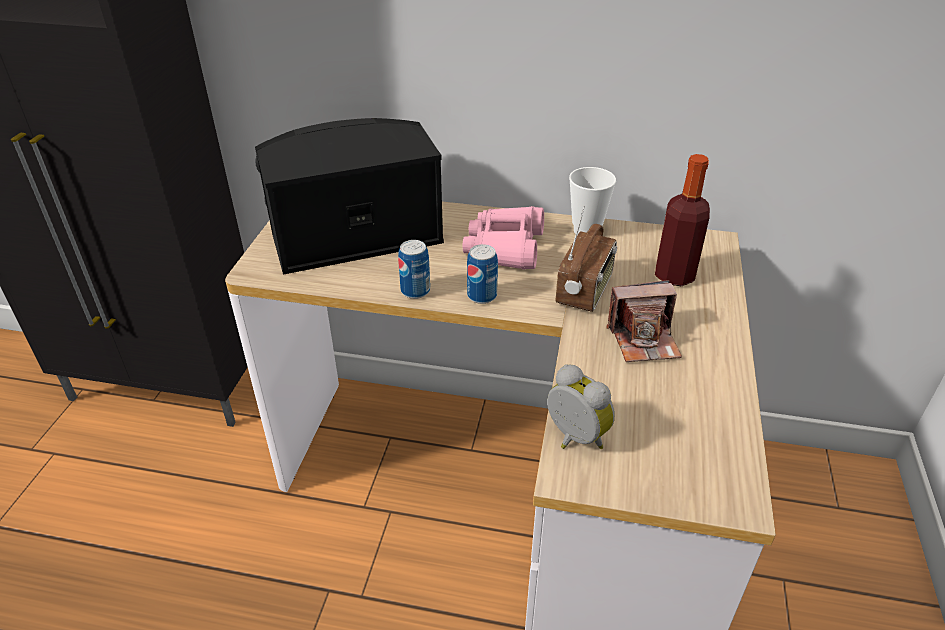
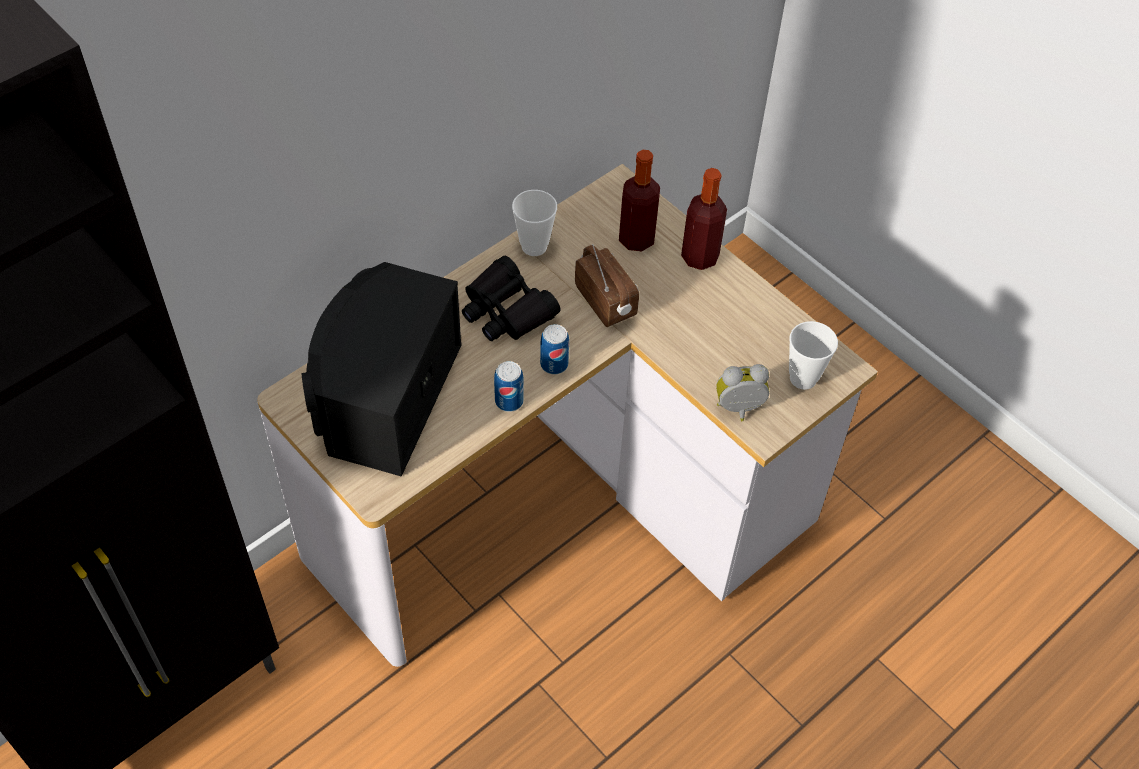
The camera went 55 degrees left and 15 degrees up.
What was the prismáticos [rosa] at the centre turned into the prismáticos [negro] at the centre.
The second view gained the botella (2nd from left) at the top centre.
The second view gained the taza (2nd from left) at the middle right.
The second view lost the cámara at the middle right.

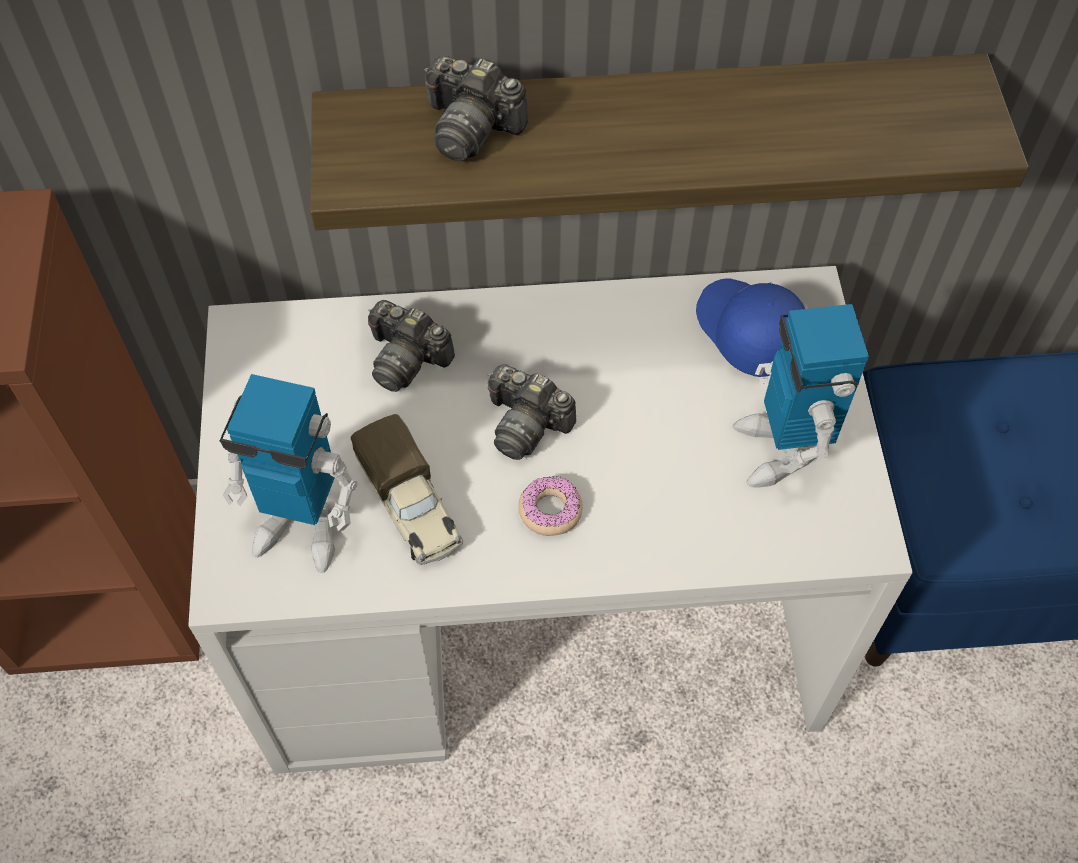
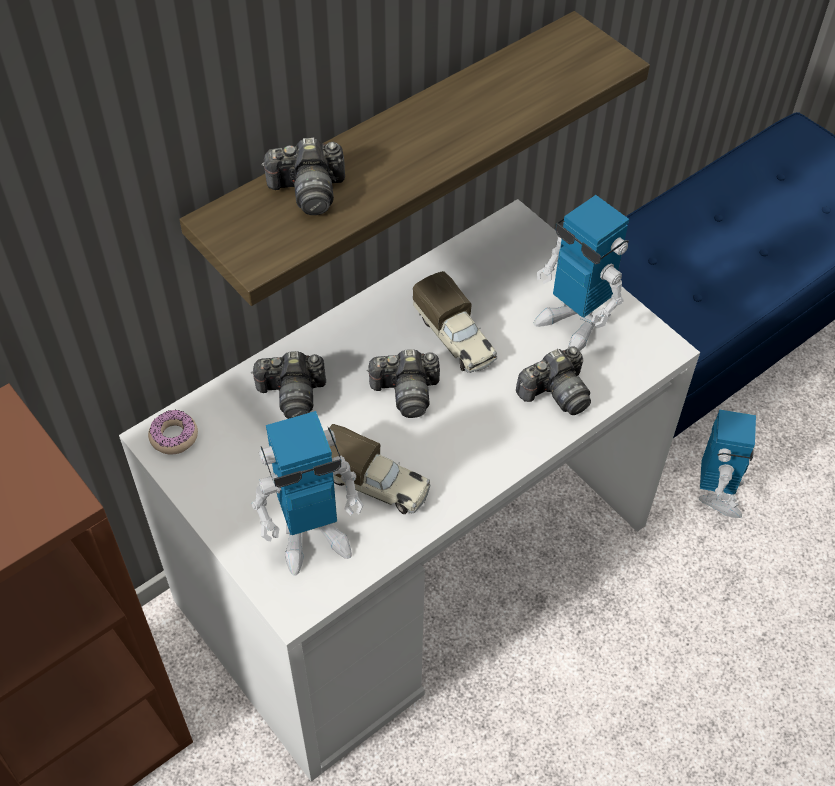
The camera went 35 degrees left and 5 degrees down.
The rosquilla ended up elsewhere, having gone from the centre to the middle left.
The second view gained the camión de juguete (2nd from left) at the centre.
The second view gained the cámara (4th from left) at the centre.
The second view gained the robot de juguete (3rd from left) at the middle right.
The second view lost the gorra [azul] at the middle right.

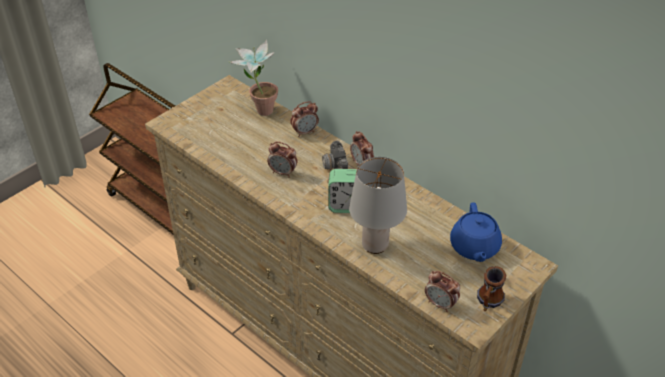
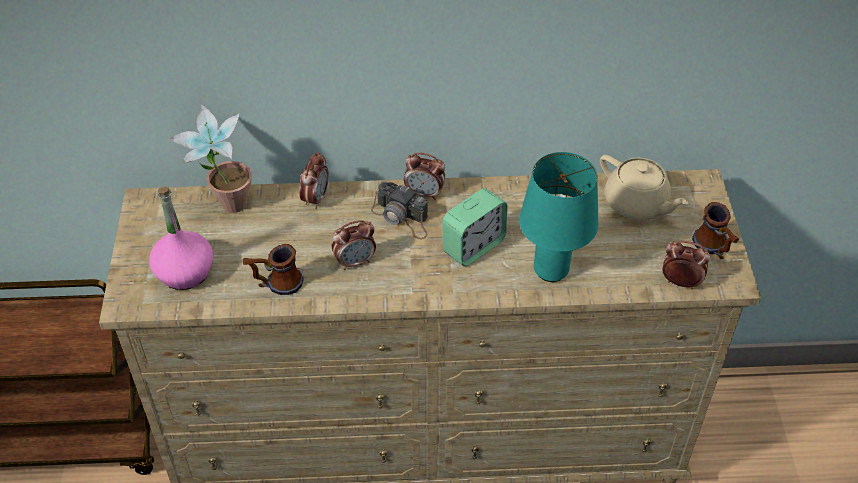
The camera went 45 degrees left and 5 degrees up.
The second view gained the botella [rosa] at the middle left.
The second view gained the taza grande (1st from left) at the middle left.
What was the lámpara de mesa [gris] at the centre turned into the lámpara de mesa [turquesa] at the centre.
What was the tetera [azul] at the middle right turned into the tetera [beis] at the middle right.
The despertador (5th from left) at the bottom centre ended up facing another way, 150 degrees counterclockwise from before.

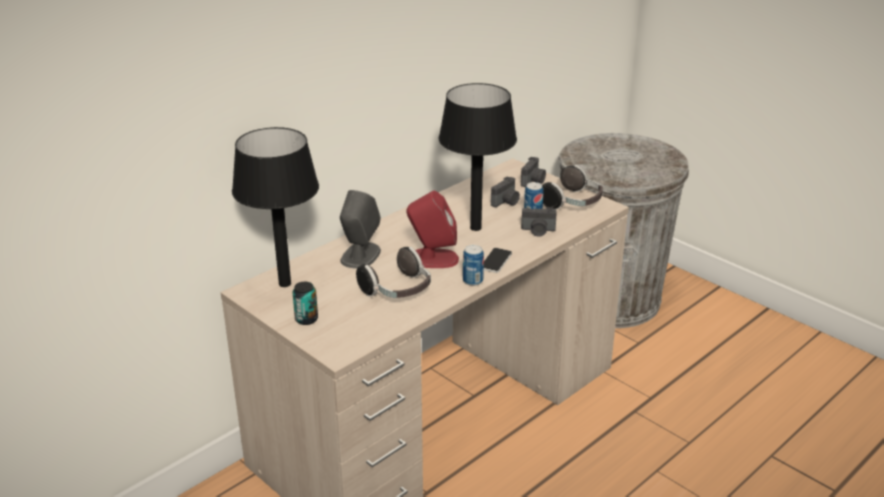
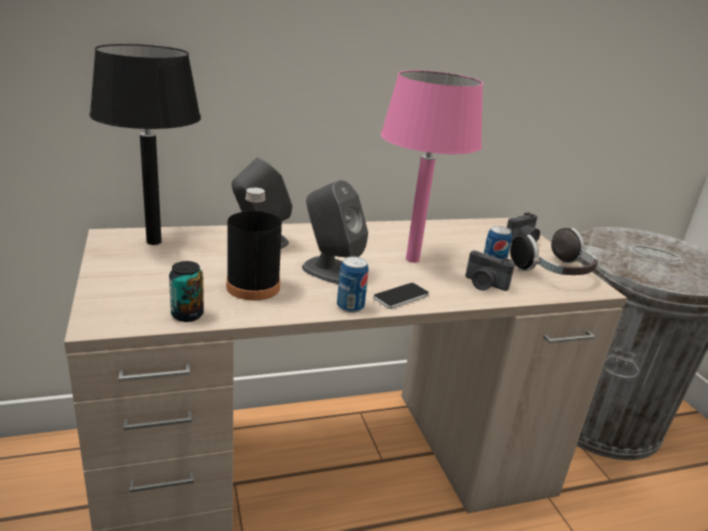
The camera went 25 degrees right and 5 degrees down.
The lata (1st from left) ended up elsewhere, having gone from the centre to the middle left.
Where the auriculares (1st from left) stood at the centre, the botella [negro] came to stand at the centre.
What was the altavoz [rojo] at the centre turned into the altavoz [gris] (2nd from left) at the centre.
What was the lámpara de mesa [negro] (2nd from left) at the top centre turned into the lámpara de mesa [rosa] at the top centre.
The second view lost the cámara (1st from left) at the centre.

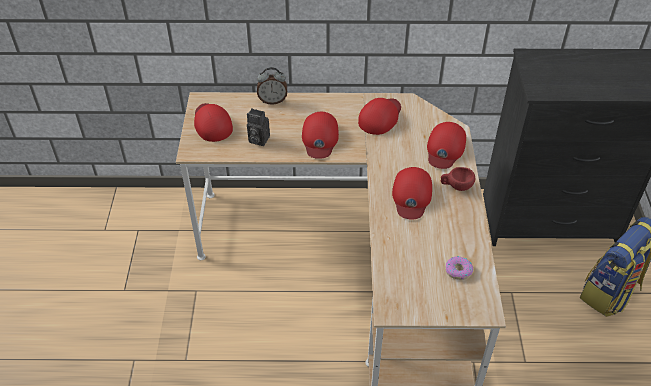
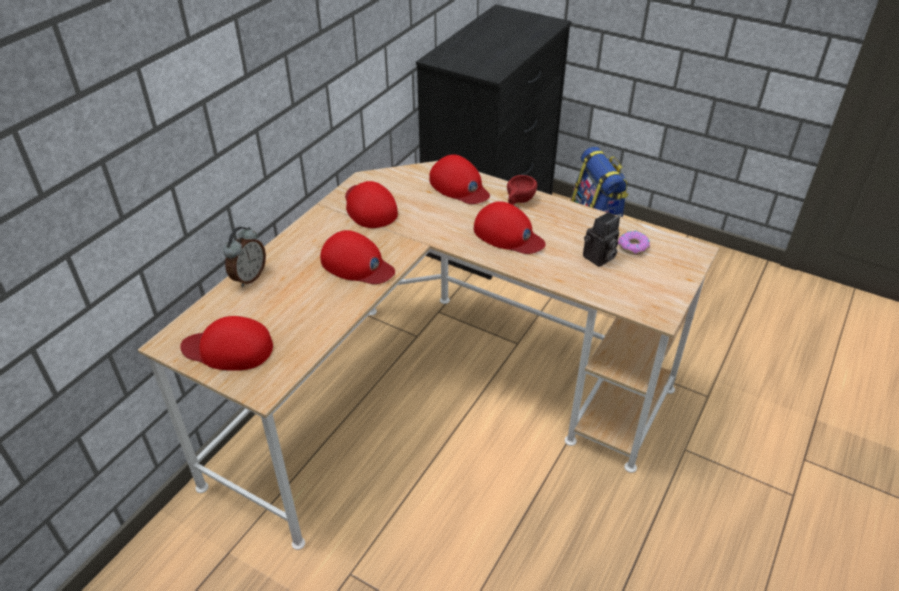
The camera went 60 degrees left and 5 degrees down.
The cámara ended up elsewhere, having gone from the top centre to the middle right.

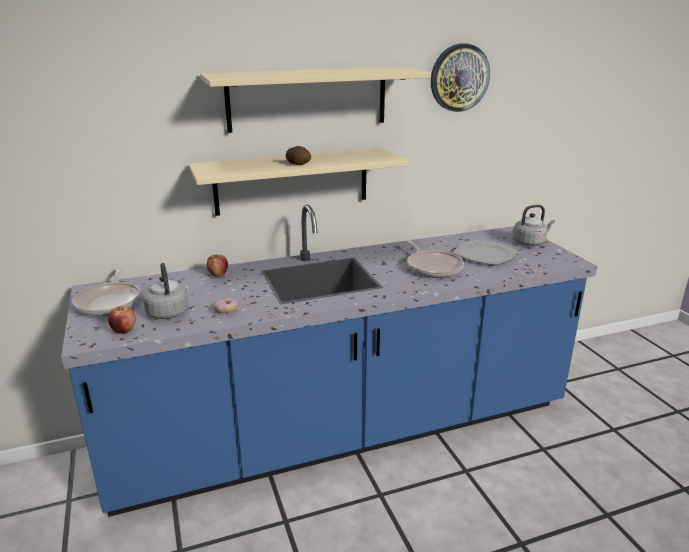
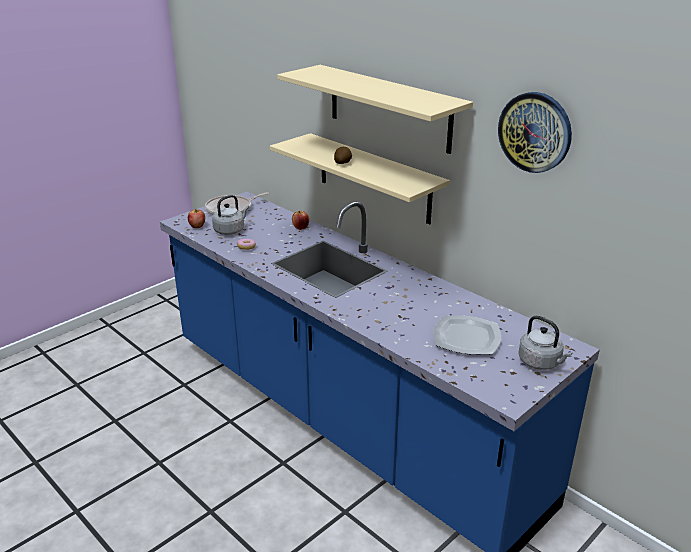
The camera went 65 degrees right and 5 degrees up.
The second view lost the sartén (2nd from left) at the centre.

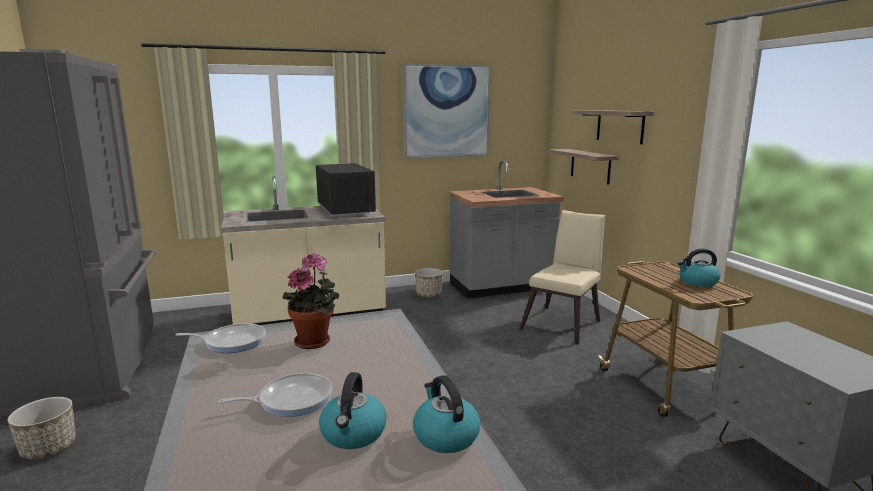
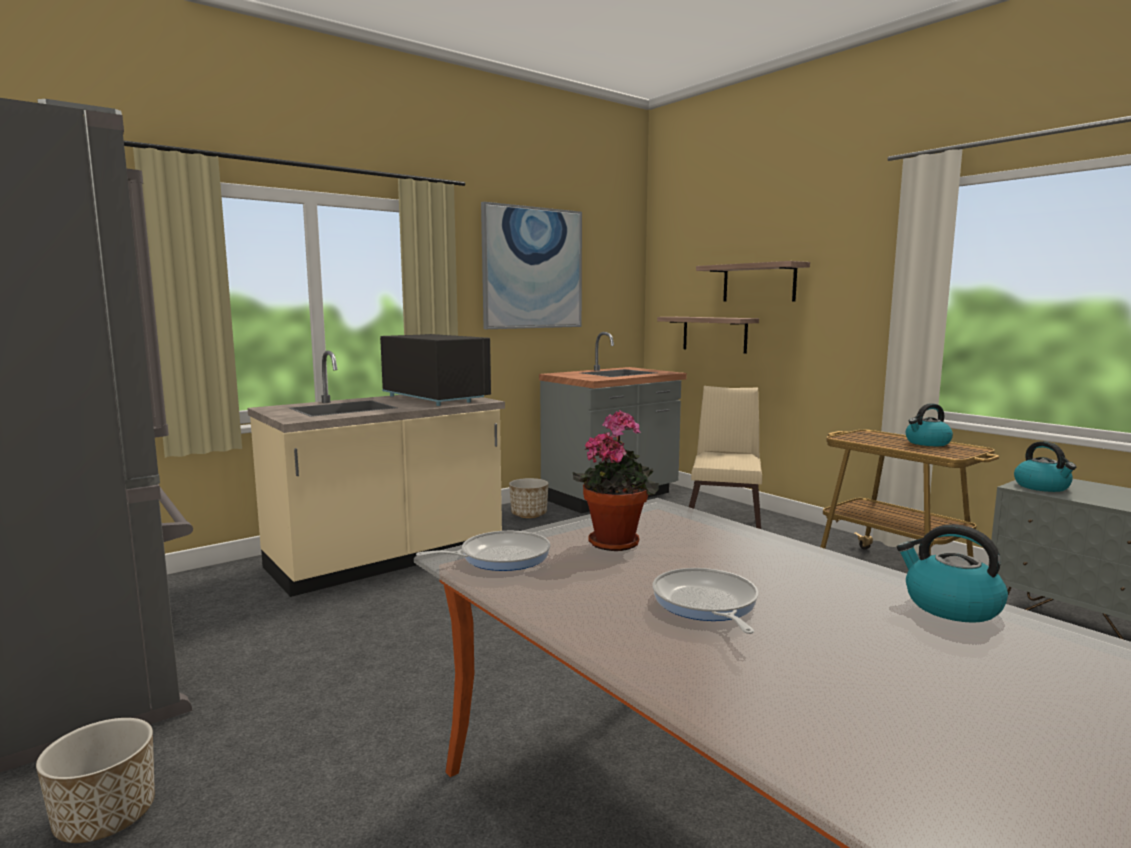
The camera went 20 degrees left and 5 degrees down.
The sartén (2nd from left) at the bottom left ended up facing another way, 60 degrees counterclockwise from before.
The hervidor (1st from left in the first image) ended up elsewhere, having gone from the bottom centre to the middle right.

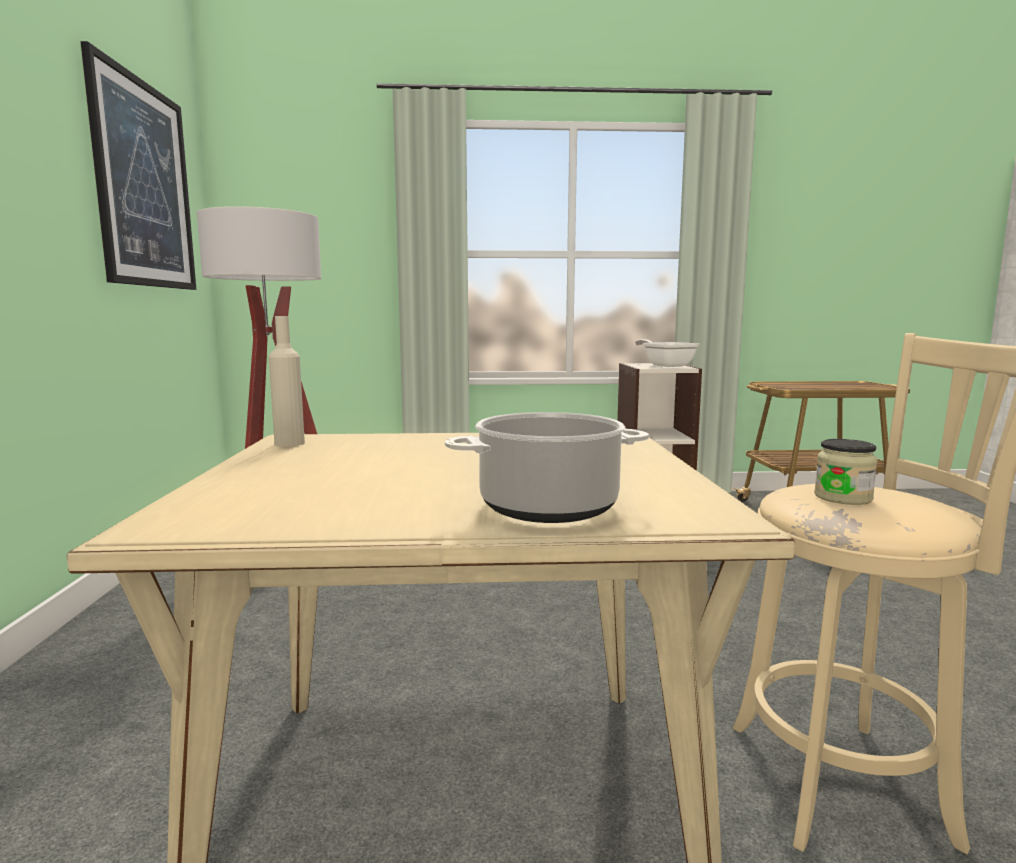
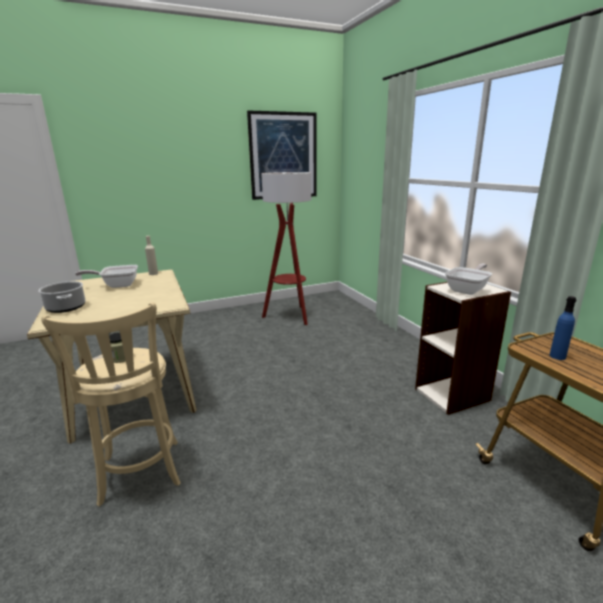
The camera went 70 degrees right and 10 degrees up.
The second view gained the sartén (1st from left) at the middle left.
The second view gained the botella [azul] at the middle right.

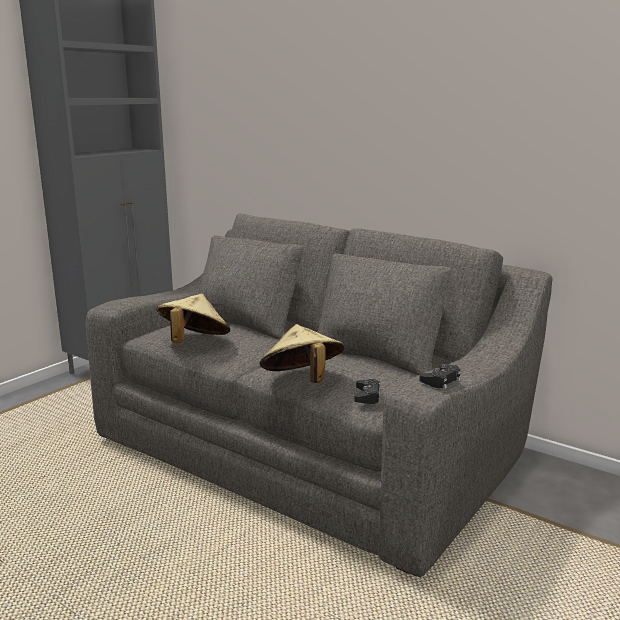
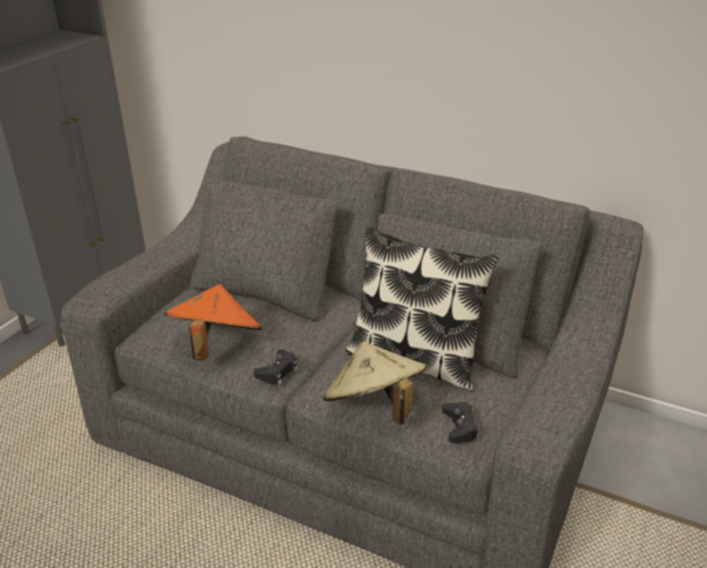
The camera went 10 degrees left and 15 degrees up.
What was the sombrero [beis] (1st from left) at the middle left turned into the sombrero [naranja] at the middle left.
The mando de consola [negro] (2nd from left in the first image) ended up elsewhere, having gone from the middle right to the centre.
The second view gained the cojín at the centre.

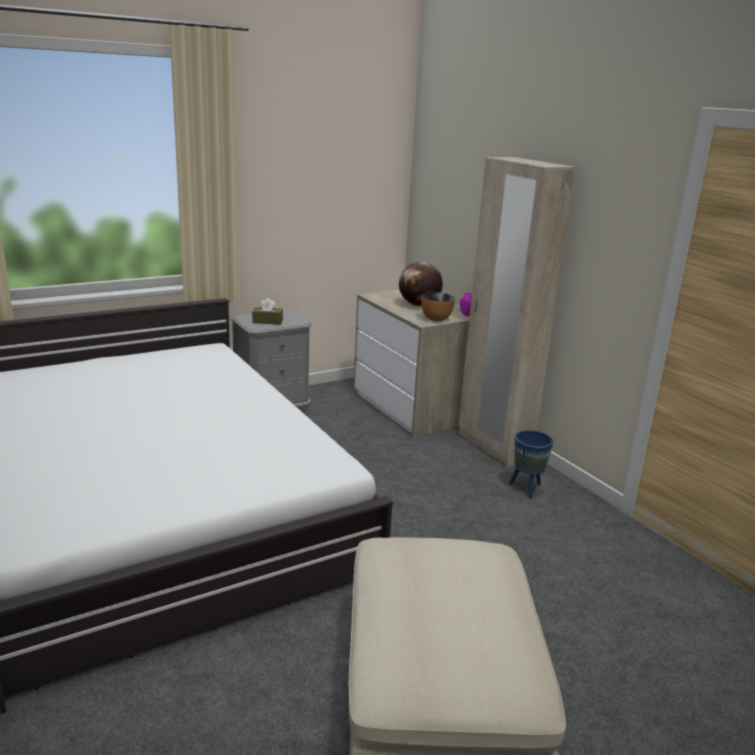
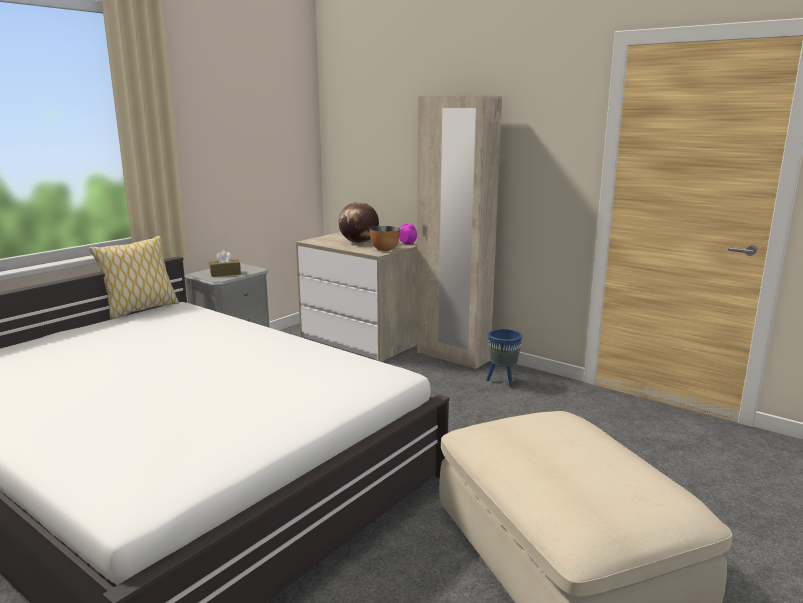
The camera went 20 degrees left and 5 degrees down.
The second view gained the cojín at the middle left.

